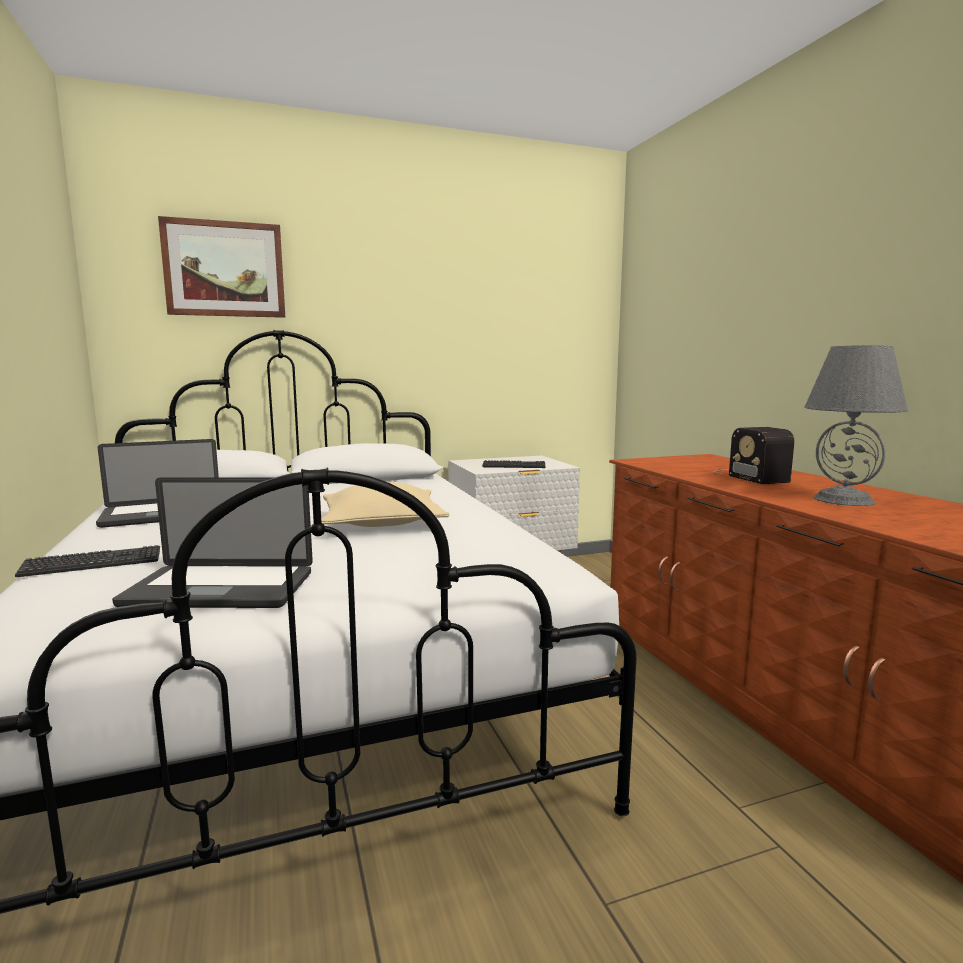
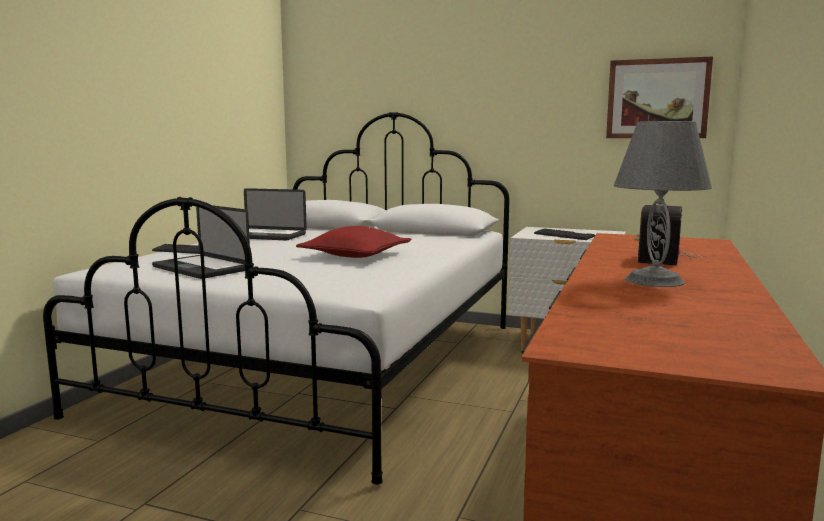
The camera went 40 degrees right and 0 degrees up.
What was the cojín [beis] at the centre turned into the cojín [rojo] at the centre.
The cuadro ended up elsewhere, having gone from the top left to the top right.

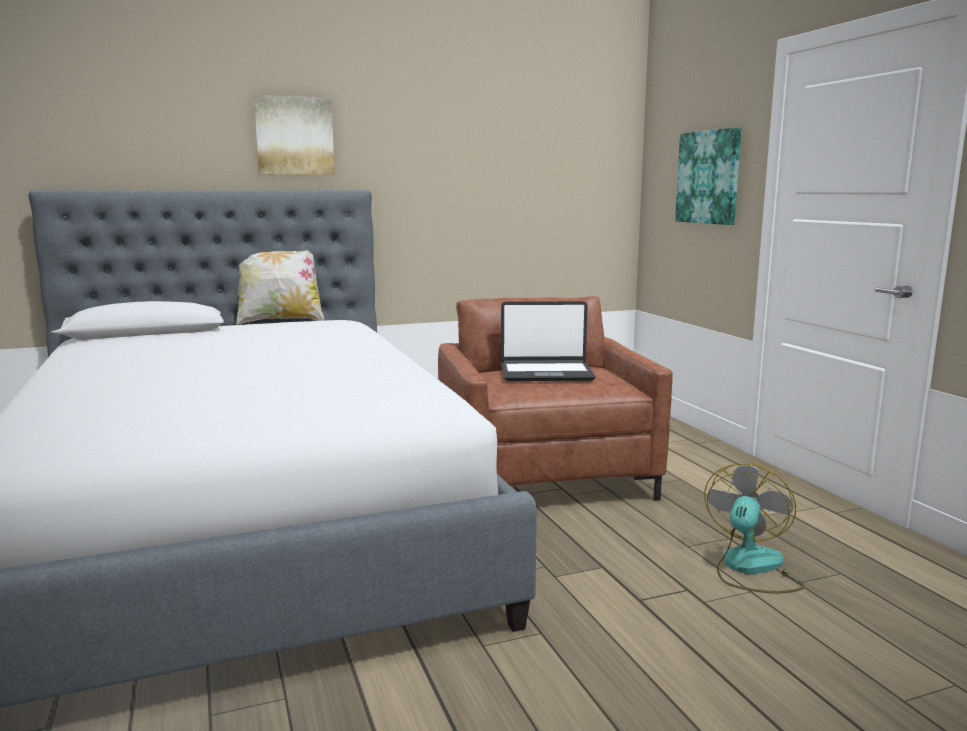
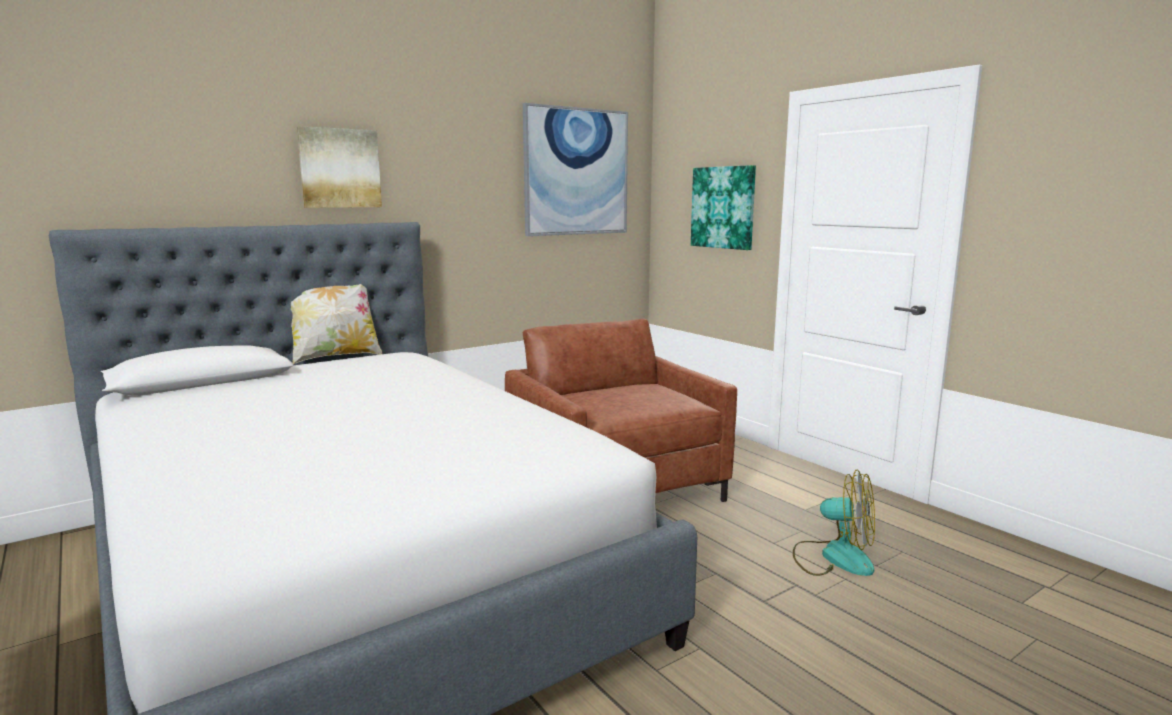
The camera went 15 degrees left and 0 degrees up.
The second view gained the cuadro (2nd from left) at the top centre.
The ventilador at the bottom right ended up facing another way, 105 degrees clockwise from before.
The second view lost the portátil at the centre.

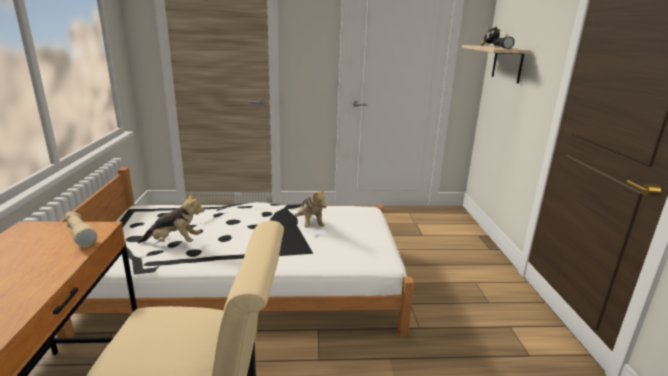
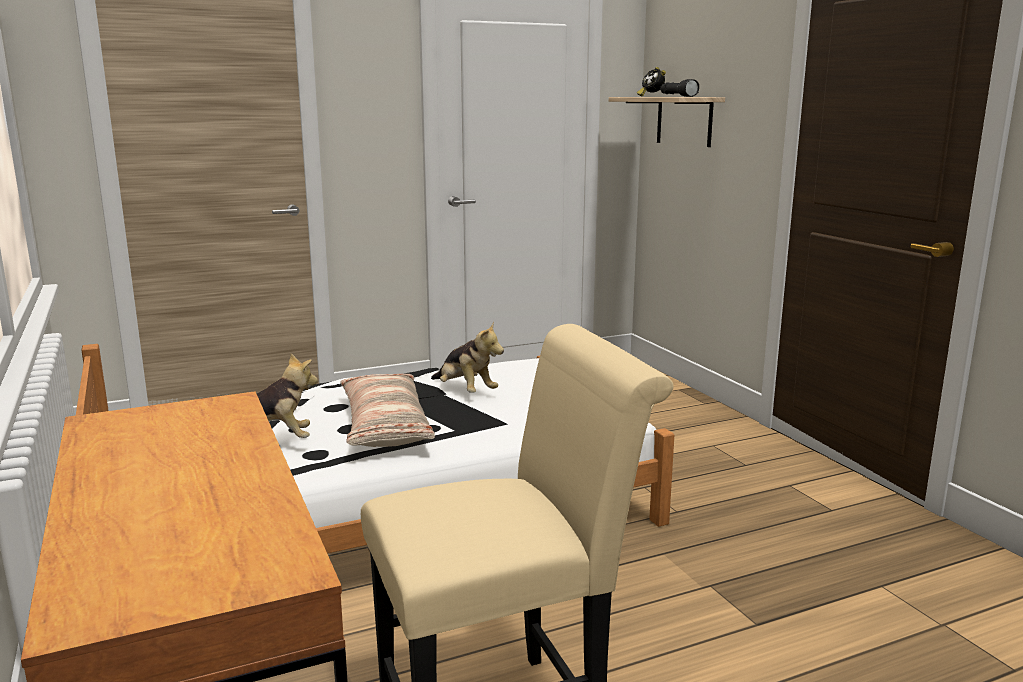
The camera went 20 degrees left and 5 degrees down.
The second view gained the cojín at the centre.
The second view lost the linterna [beis] at the middle left.

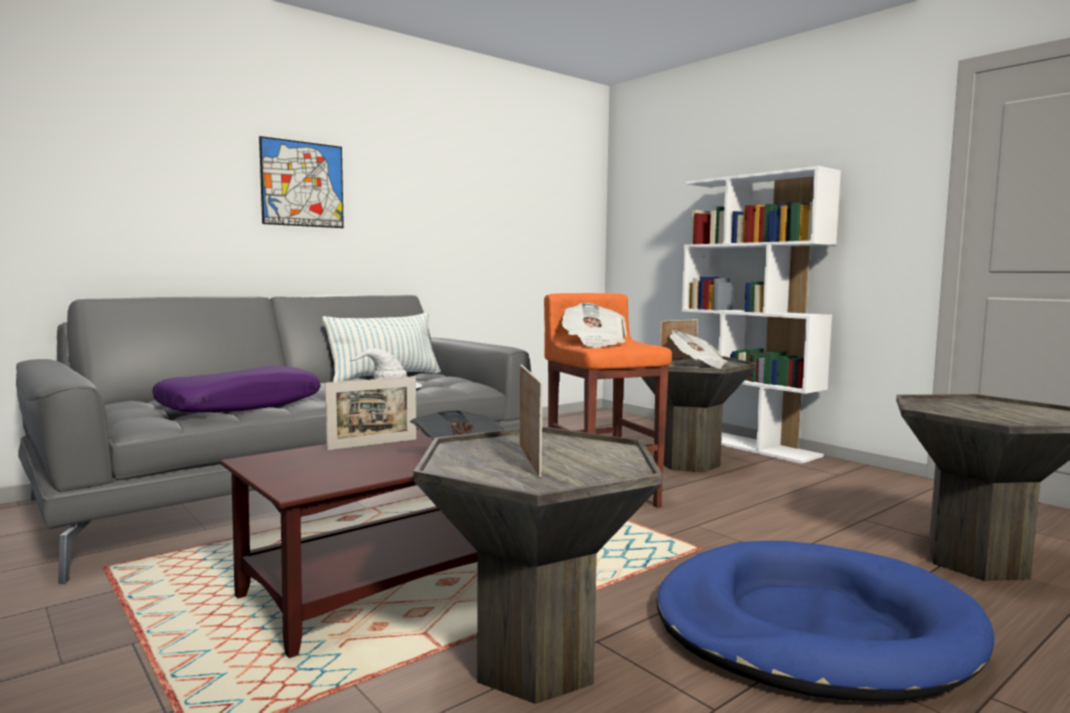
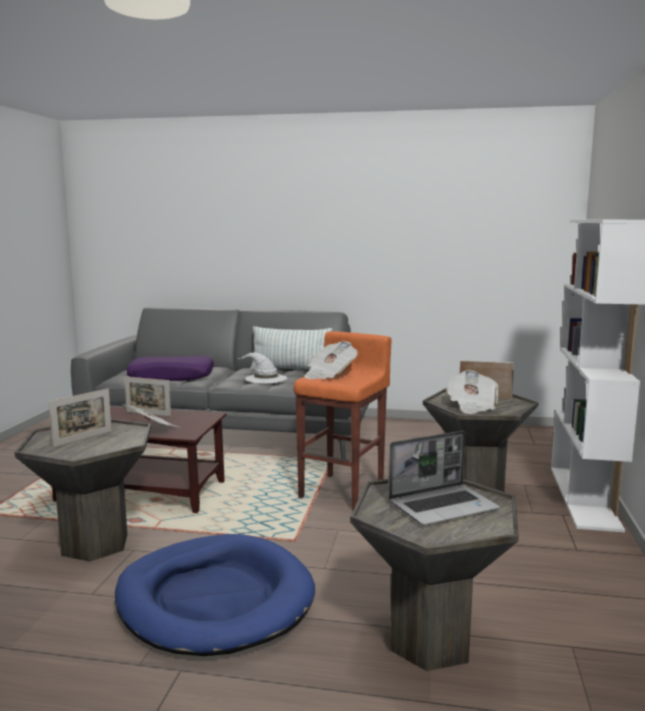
The camera went 50 degrees right and 5 degrees up.
The second view gained the portátil at the bottom right.
The second view lost the cuadro at the top left.

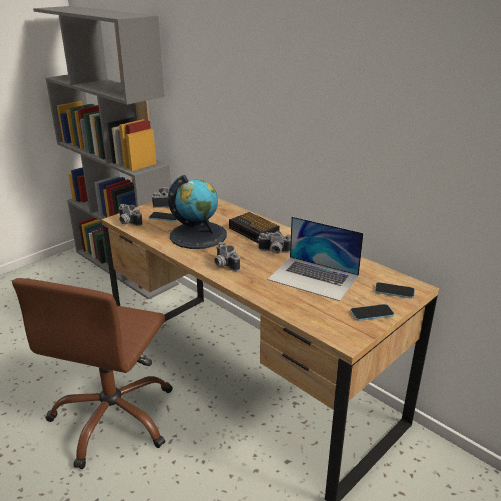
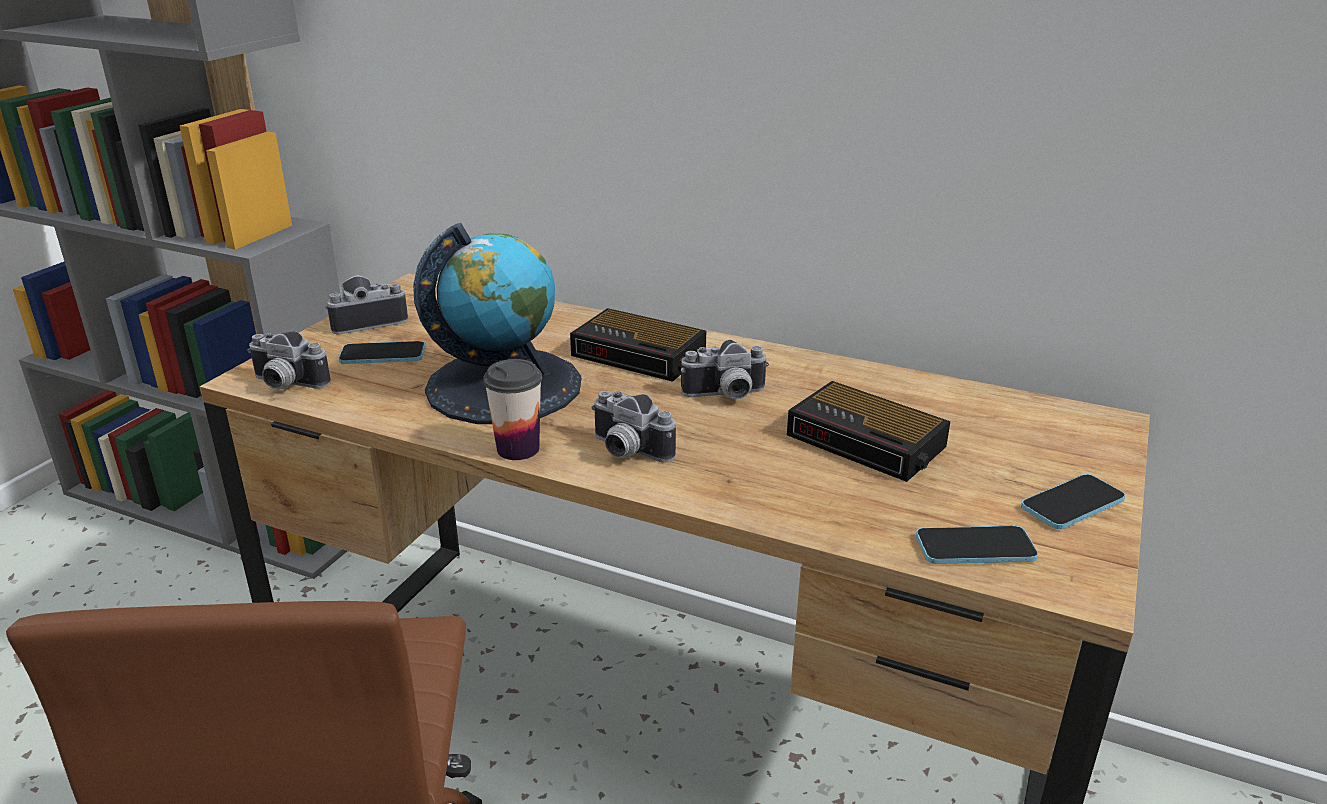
The camera went 20 degrees left and 0 degrees up.
The second view gained the taza at the centre.
Where the portátil stood at the centre, the despertador (2nd from left) came to stand at the centre.
The móvil (3rd from left in the first image) ended up elsewhere, having gone from the middle right to the bottom right.

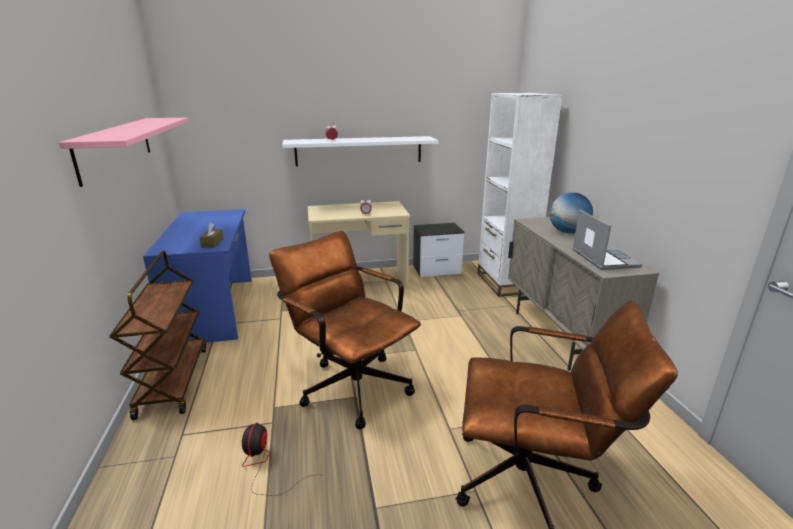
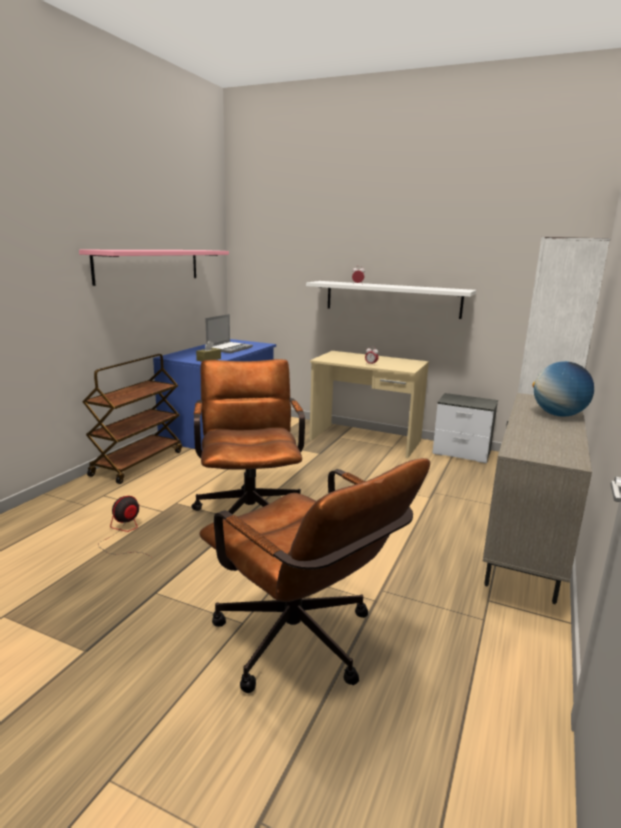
The camera went 35 degrees right and 5 degrees down.
The portátil ended up elsewhere, having gone from the middle right to the centre.

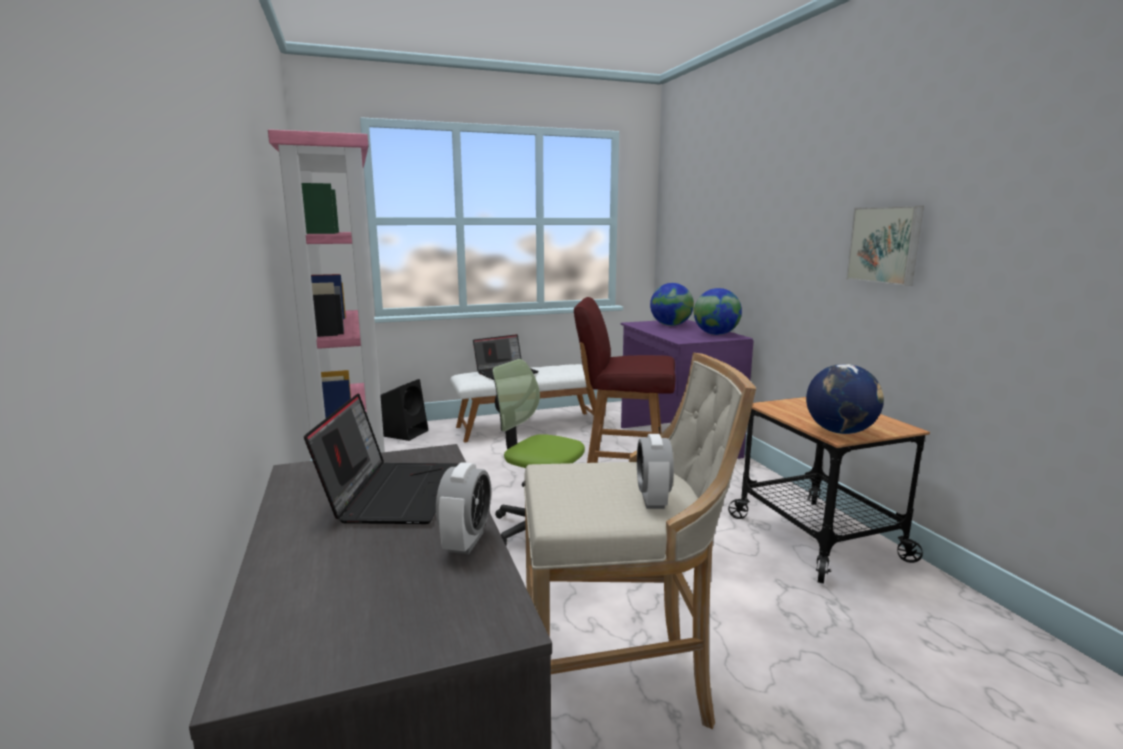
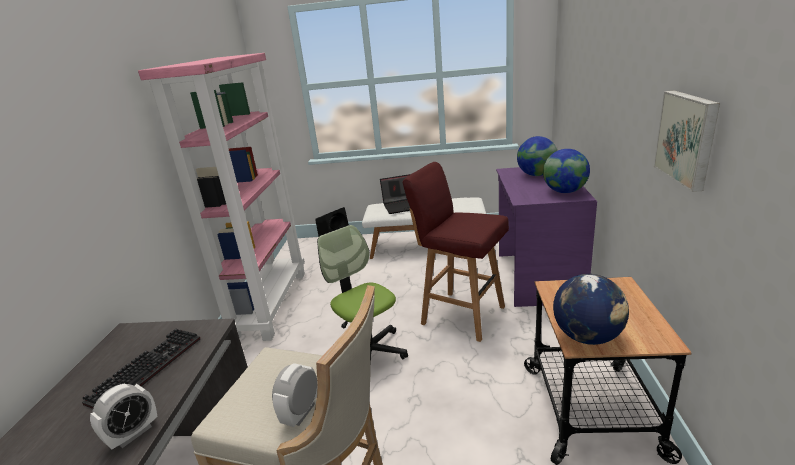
The camera went 25 degrees right and 10 degrees up.
Where the portátil (1st from left) stood at the centre, the teclado came to stand at the bottom left.

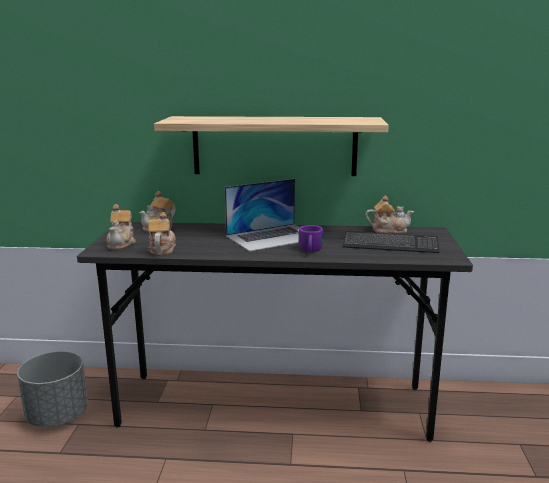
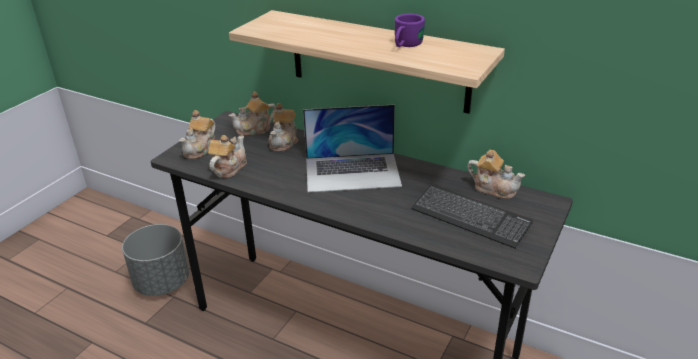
The camera went 25 degrees right and 15 degrees up.
The second view gained the tetera (4th from left) at the centre.
The taza grande [morado] ended up elsewhere, having gone from the centre to the top centre.

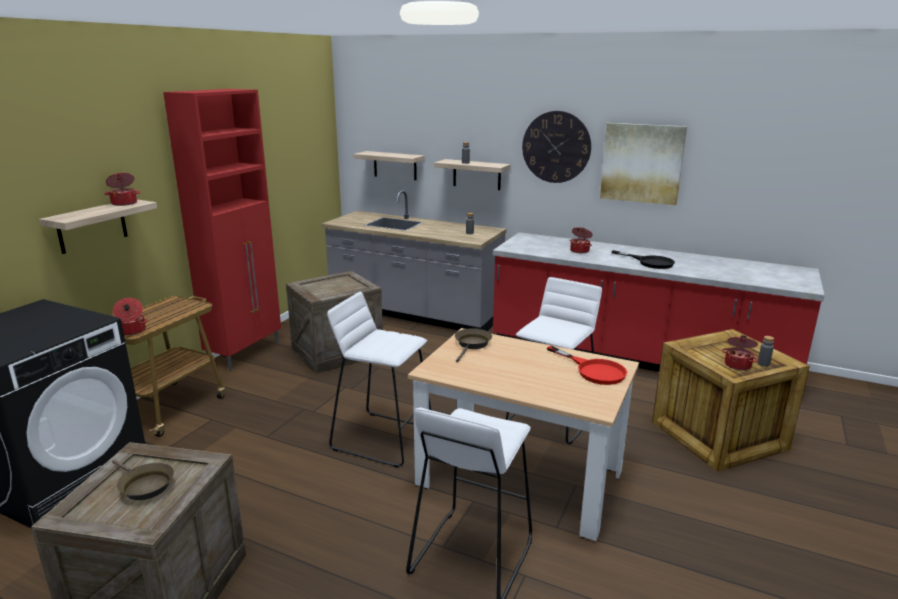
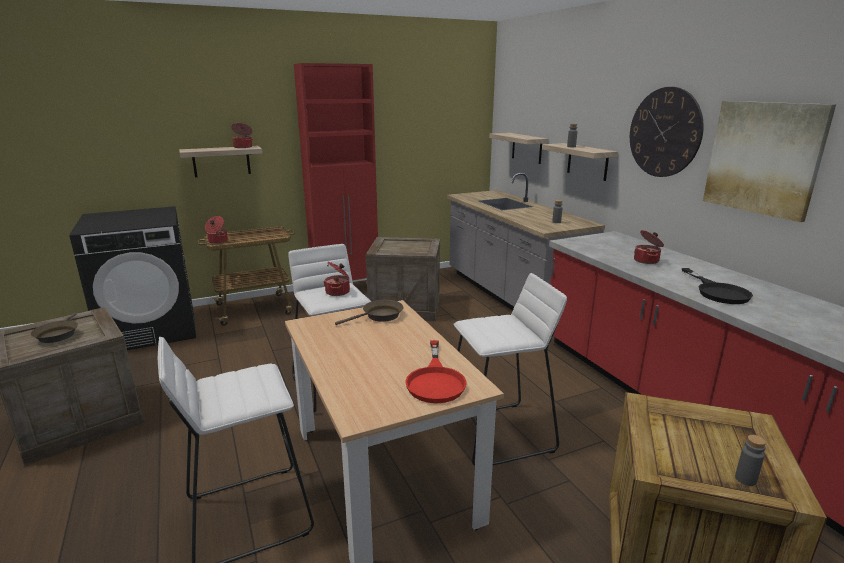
The camera went 40 degrees right and 0 degrees up.
The olla (4th from left in the first image) ended up elsewhere, having gone from the middle right to the centre.

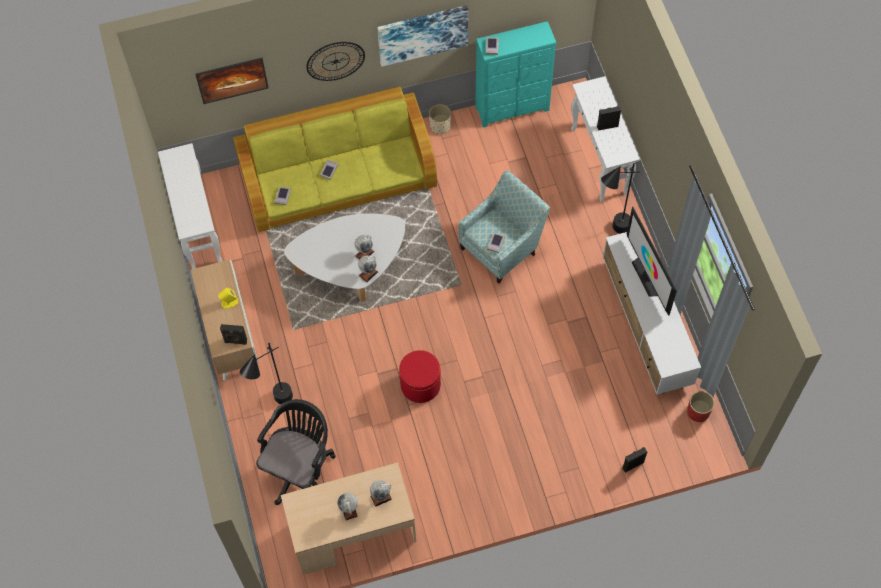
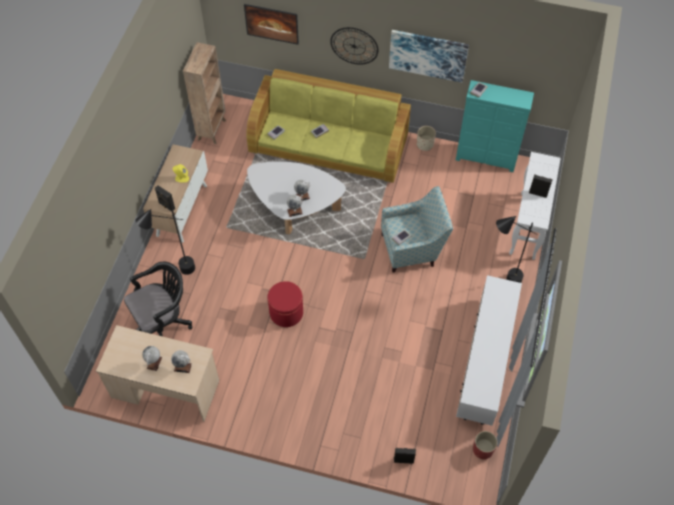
The camera went 30 degrees right and 5 degrees down.
Where the mesa consola [blanco] (1st from left) stood at the middle left, the estantería [marrón] came to stand at the top left.
The second view lost the televisor at the middle right.

